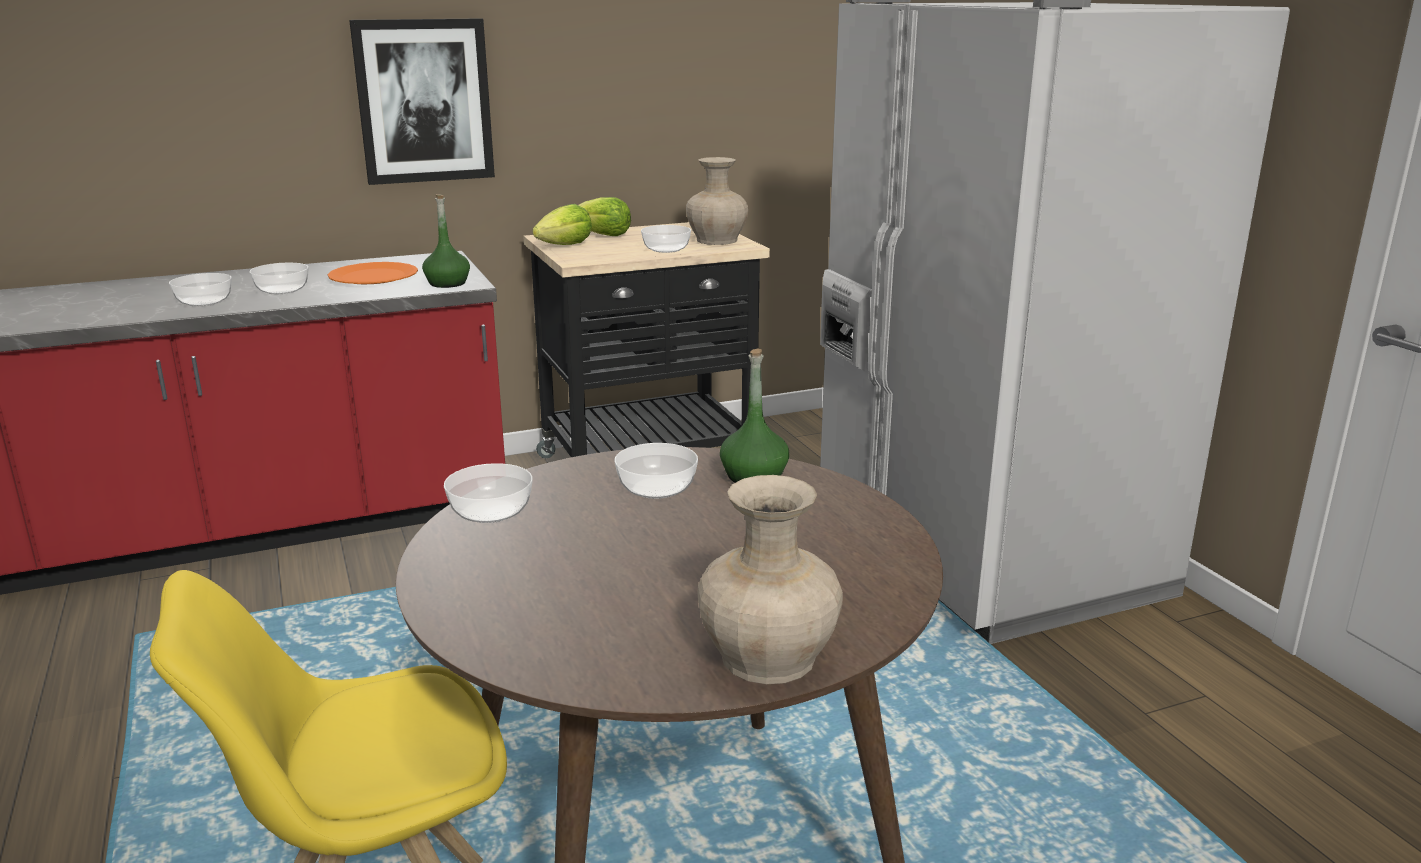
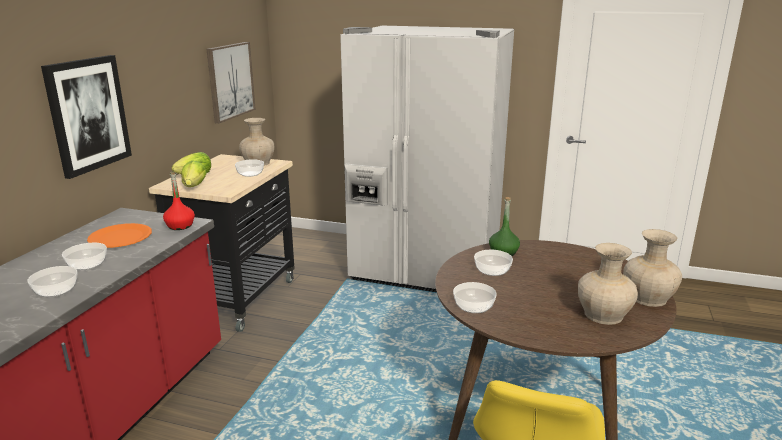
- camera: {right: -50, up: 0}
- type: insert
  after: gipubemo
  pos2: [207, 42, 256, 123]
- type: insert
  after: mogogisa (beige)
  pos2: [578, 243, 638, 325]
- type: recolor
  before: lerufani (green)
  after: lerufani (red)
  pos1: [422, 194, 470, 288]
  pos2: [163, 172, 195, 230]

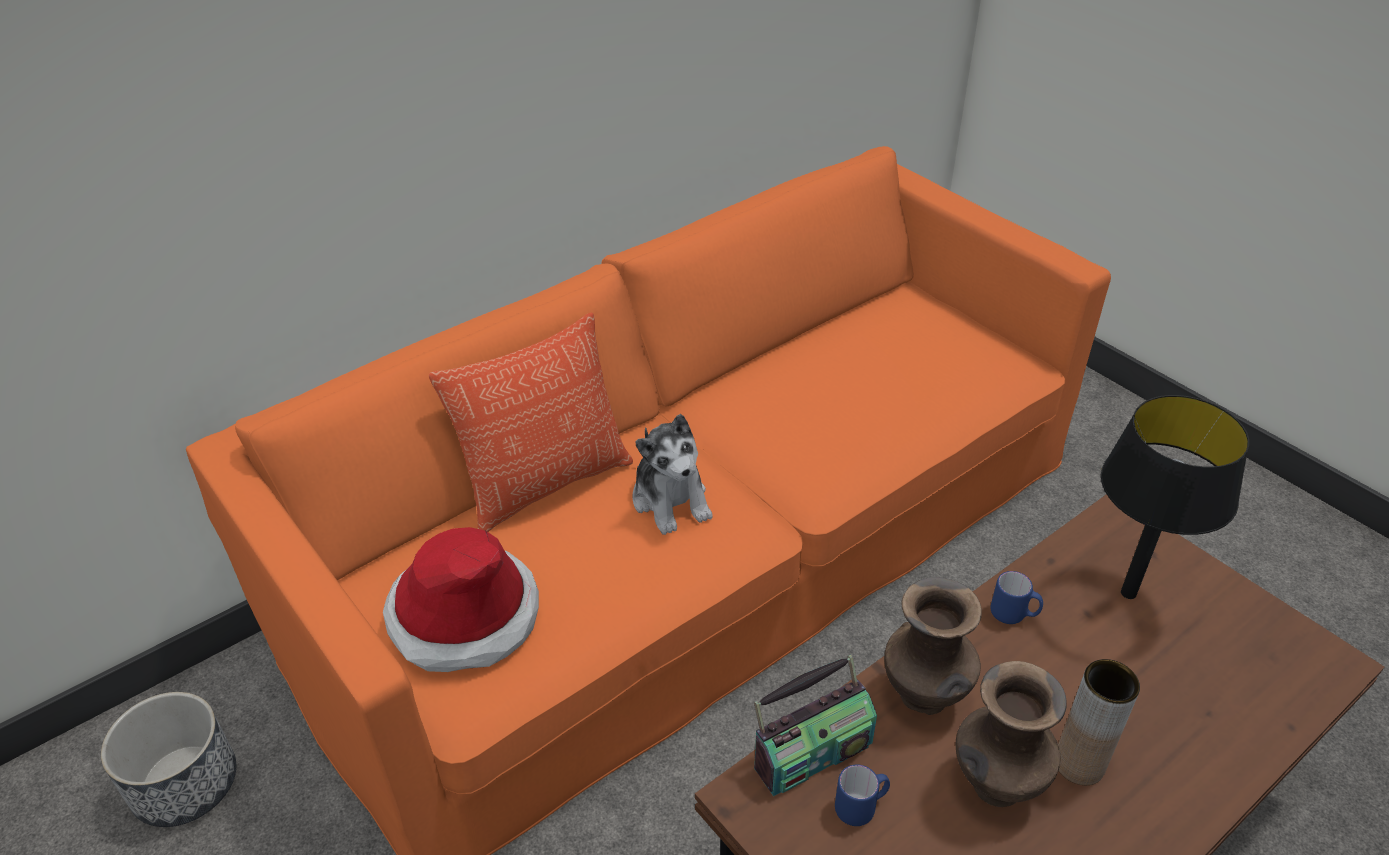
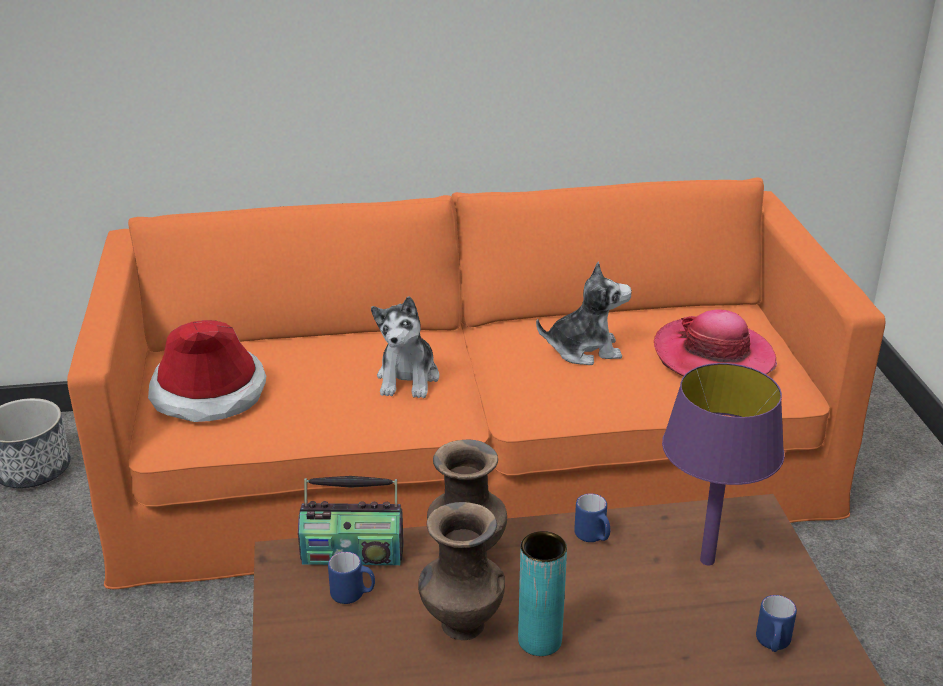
- camera: {right: 30, up: -10}
- type: delete
  before: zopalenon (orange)
  pos1: [429, 313, 633, 532]
- type: insert
  after: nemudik
  pos2: [536, 262, 632, 365]
- type: insert
  after: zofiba
  pos2: [654, 309, 777, 376]
- type: insert
  after: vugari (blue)
  pos2: [756, 595, 797, 652]
- type: recolor
  before: mogogisa (brown)
  after: mogogisa (turquoise)
  pos1: [1058, 659, 1140, 785]
  pos2: [518, 531, 567, 656]
- type: recolor
  before: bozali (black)
  after: bozali (purple)
  pos1: [1101, 395, 1249, 599]
  pos2: [662, 363, 784, 565]

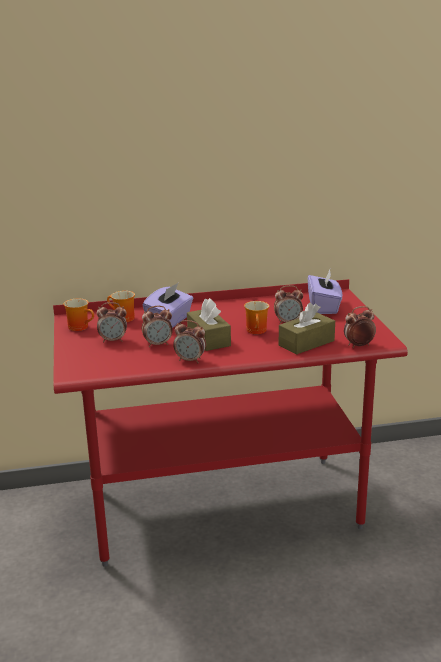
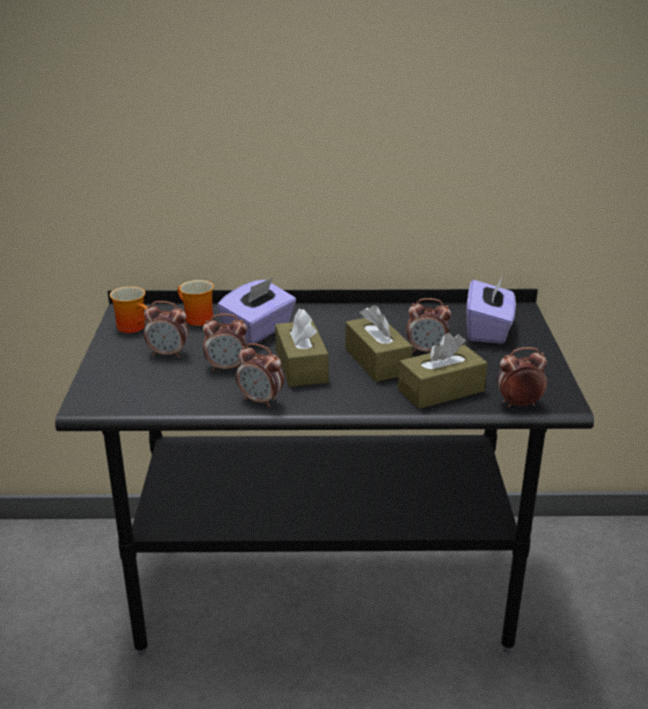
- camera: {right: 10, up: 5}
- type: replace
  before: vugari
  after: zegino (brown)
  pos1: [244, 301, 269, 334]
  pos2: [345, 305, 413, 382]
- type: recolor
  before: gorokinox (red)
  after: gorokinox (black)
  pos1: [53, 279, 408, 566]
  pos2: [55, 289, 594, 656]

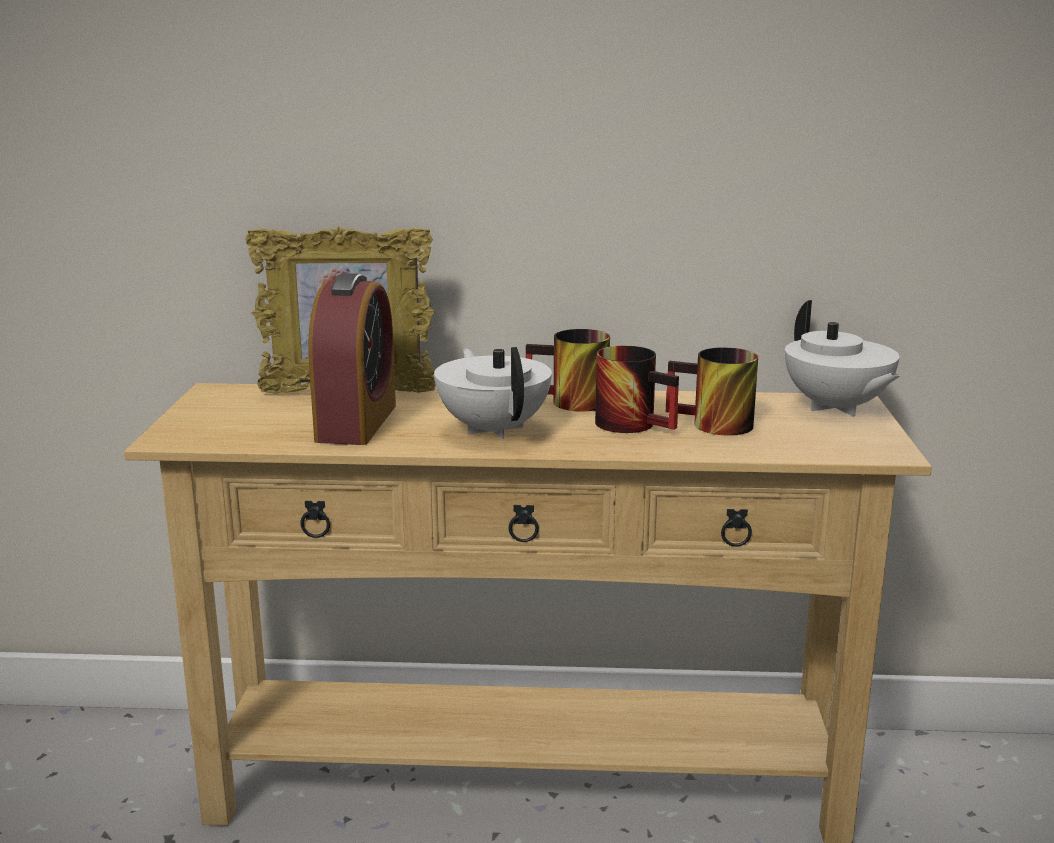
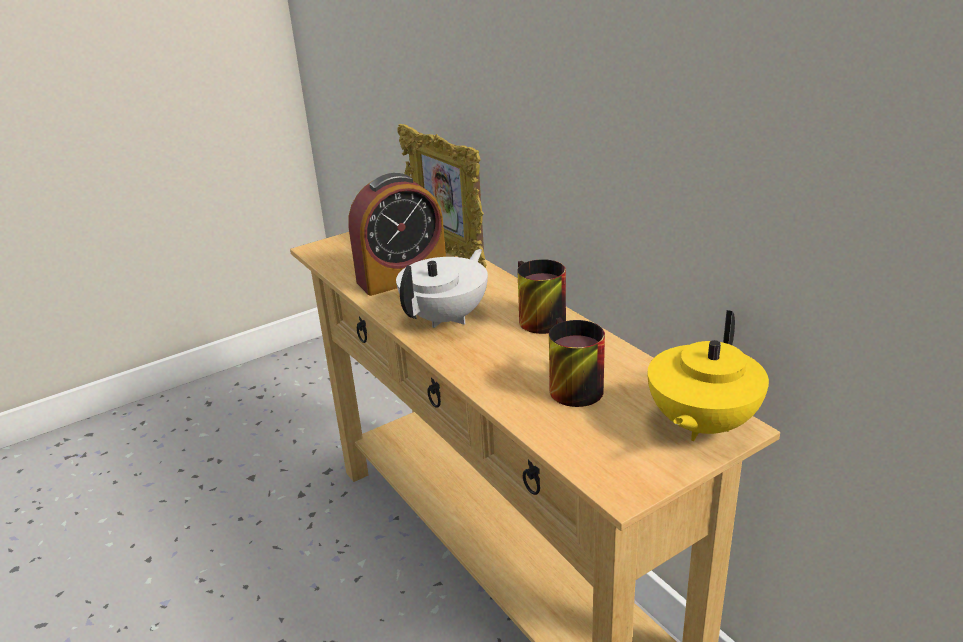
- camera: {right: 55, up: 10}
- type: delete
  before: vugari
  pos1: [595, 346, 679, 433]
- type: recolor
  before: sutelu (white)
  after: sutelu (yellow)
  pos1: [785, 300, 901, 417]
  pos2: [648, 310, 769, 441]

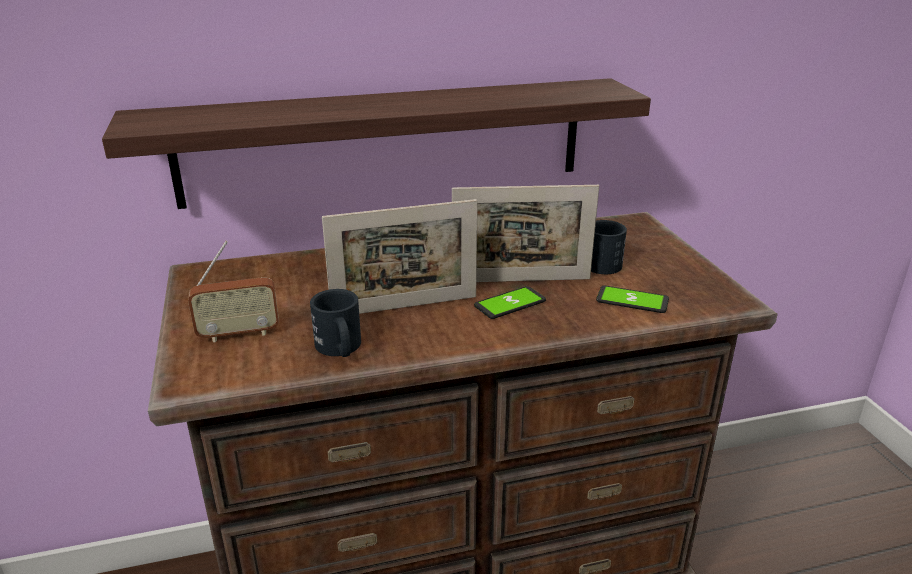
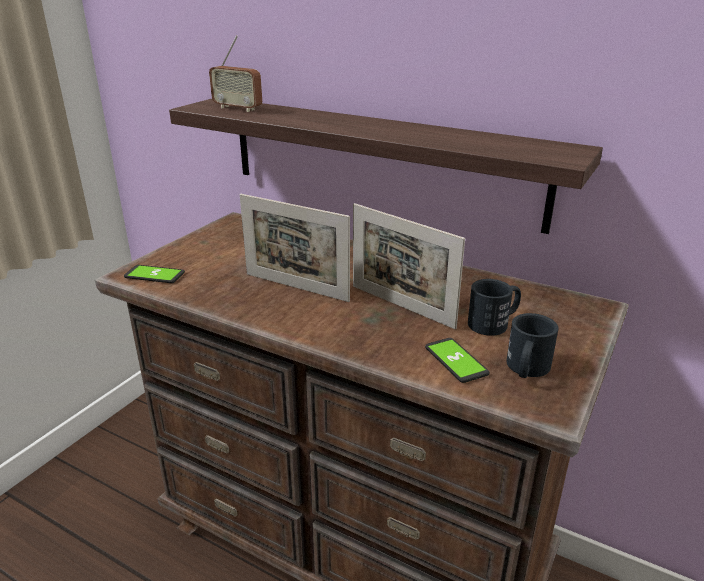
- camera: {right: 45, up: 0}
- type: move
  before: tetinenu
  pos1: [188, 241, 279, 342]
  pos2: [209, 35, 262, 112]
- type: move
  before: vugari (black)
  pos1: [310, 289, 361, 357]
  pos2: [506, 313, 559, 378]
- type: move
  before: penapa
  pos1: [474, 286, 546, 319]
  pos2: [124, 265, 185, 283]

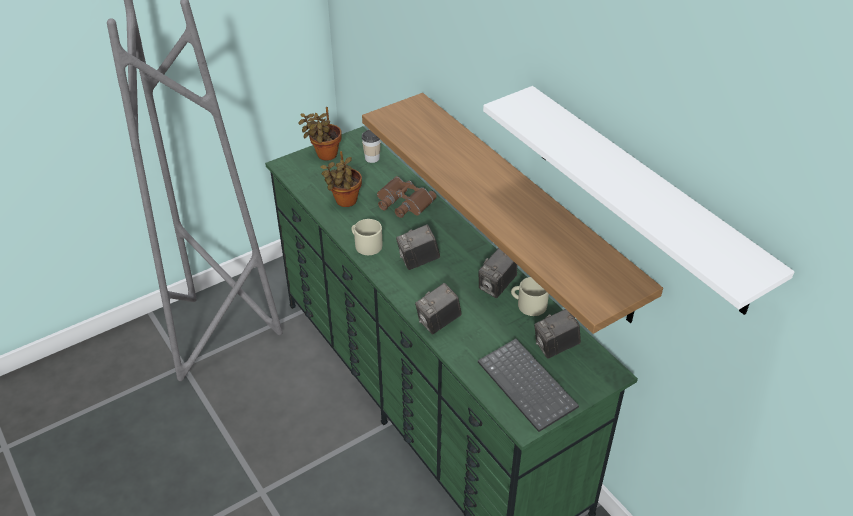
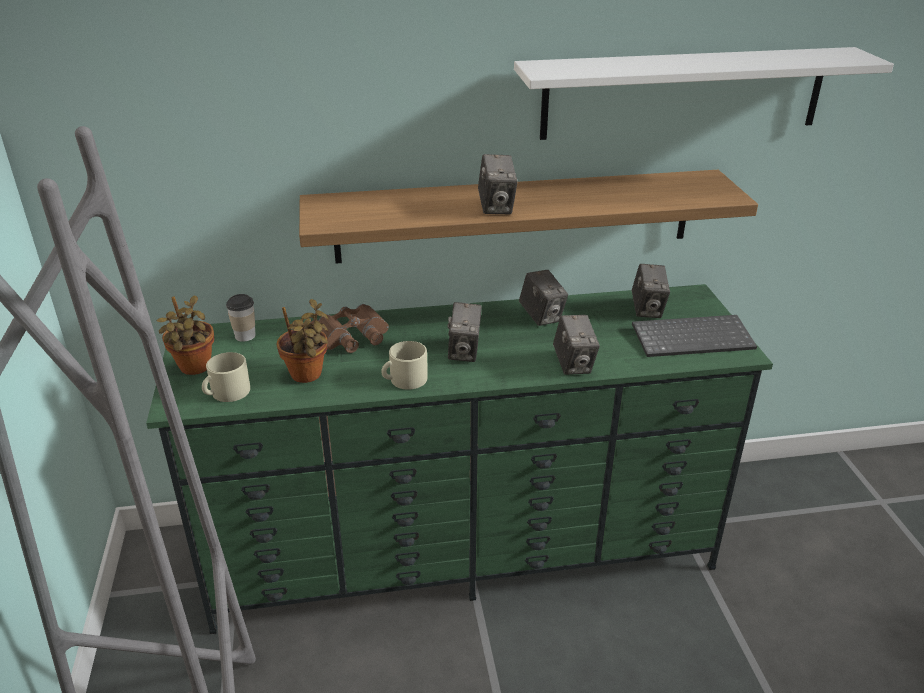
- camera: {right: -65, up: -10}
- type: insert
  after: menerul
  pos2: [478, 154, 518, 214]
- type: move
  before: vugari (beige)
  pos1: [511, 277, 549, 316]
  pos2: [202, 352, 250, 402]

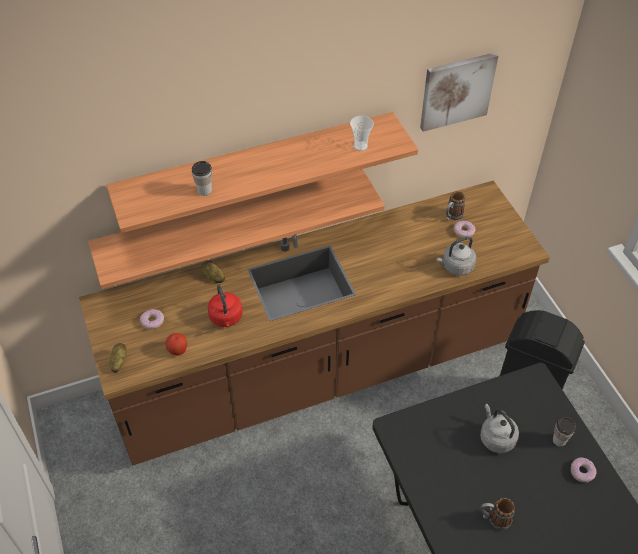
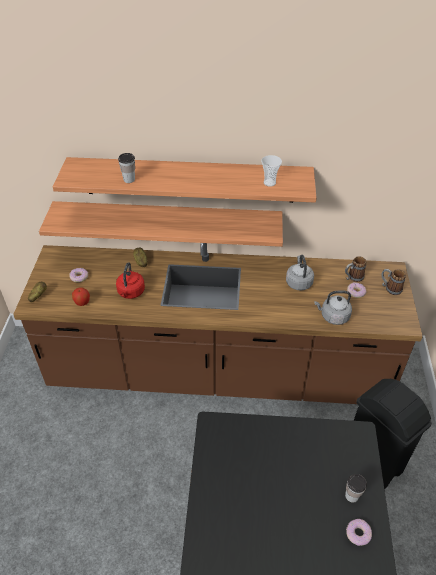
- camera: {right: 25, up: -5}
- type: delete
  before: gipubemo
  pos1: [420, 52, 498, 132]
- type: move
  before: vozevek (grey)
  pos1: [480, 404, 519, 453]
  pos2: [286, 255, 314, 290]
- type: move
  before: vugari
  pos1: [481, 498, 515, 530]
  pos2: [382, 269, 406, 295]

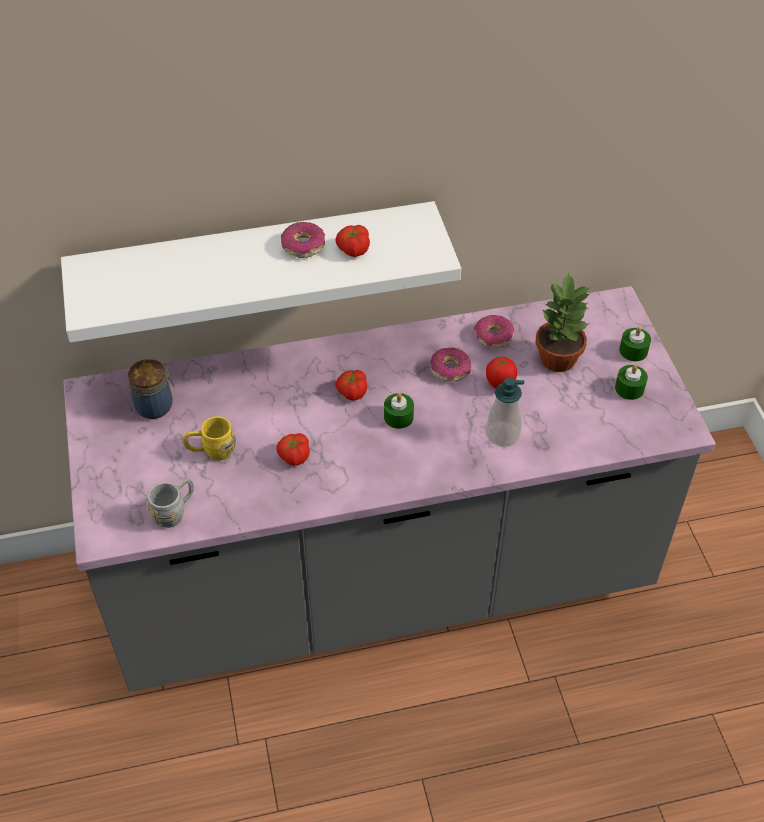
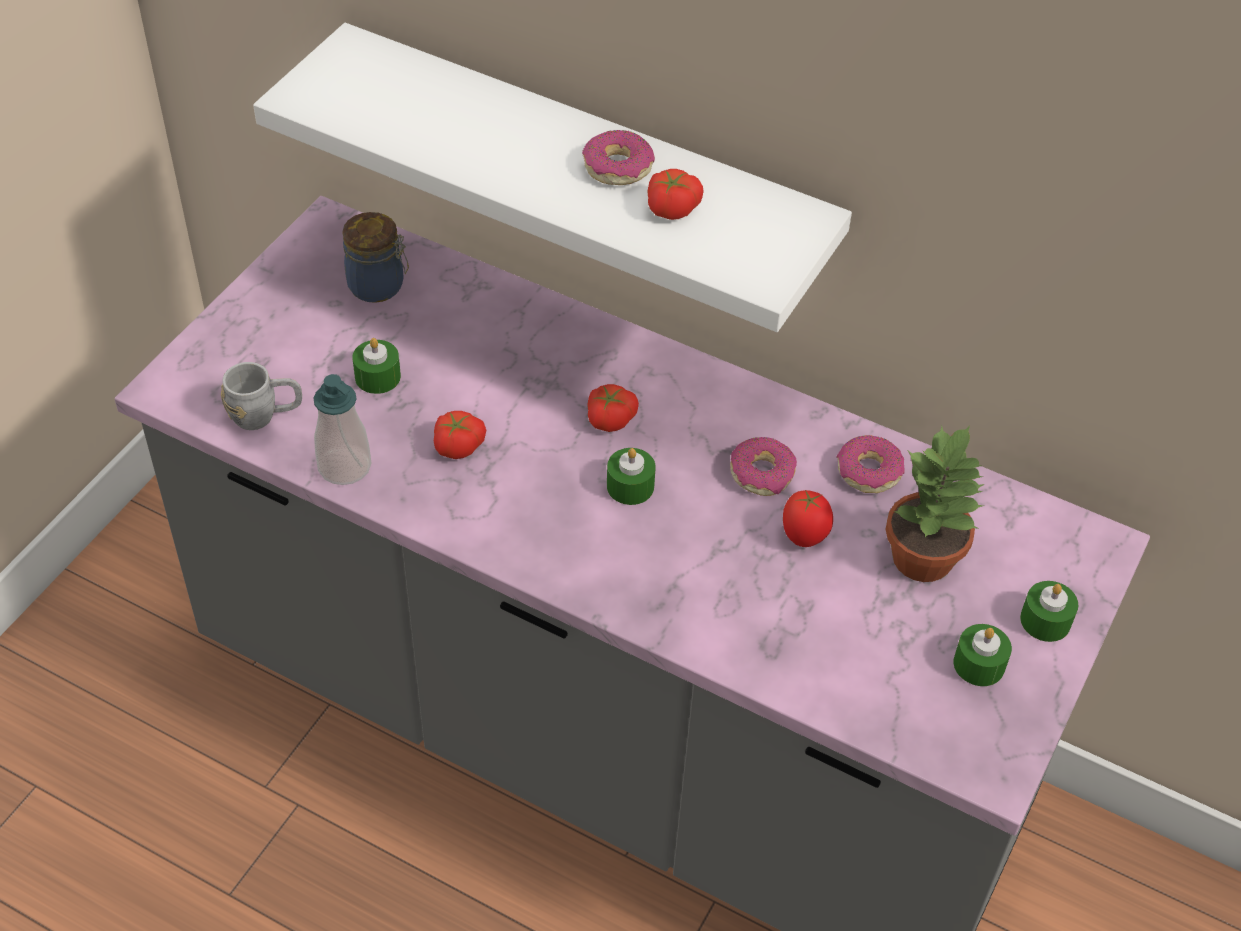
- camera: {right: 40, up: 0}
- type: move
  before: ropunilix
  pos1: [486, 377, 524, 447]
  pos2: [313, 374, 371, 485]
- type: replace
  before: vugari (yellow)
  after: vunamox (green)
  pos1: [183, 416, 236, 460]
  pos2: [352, 338, 401, 394]

